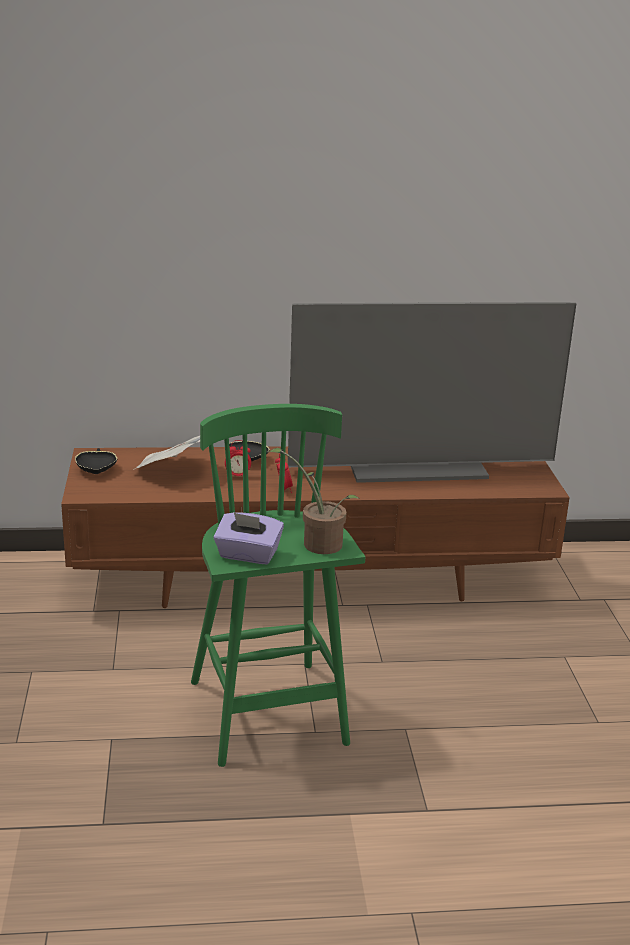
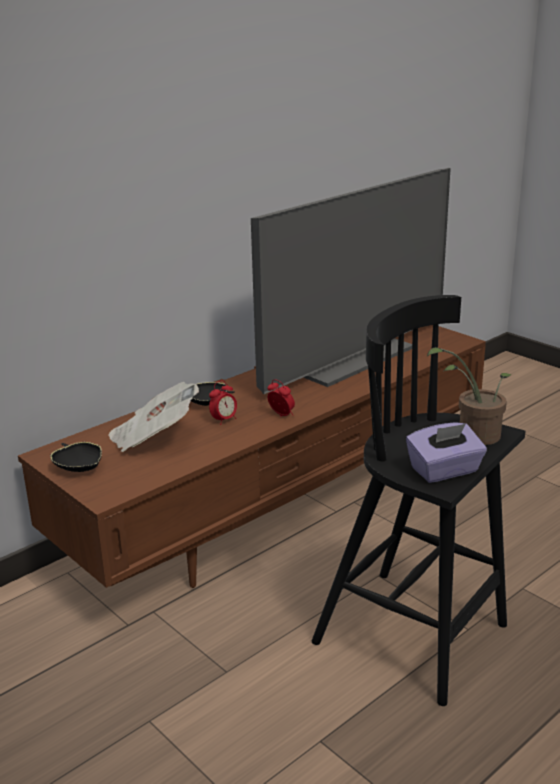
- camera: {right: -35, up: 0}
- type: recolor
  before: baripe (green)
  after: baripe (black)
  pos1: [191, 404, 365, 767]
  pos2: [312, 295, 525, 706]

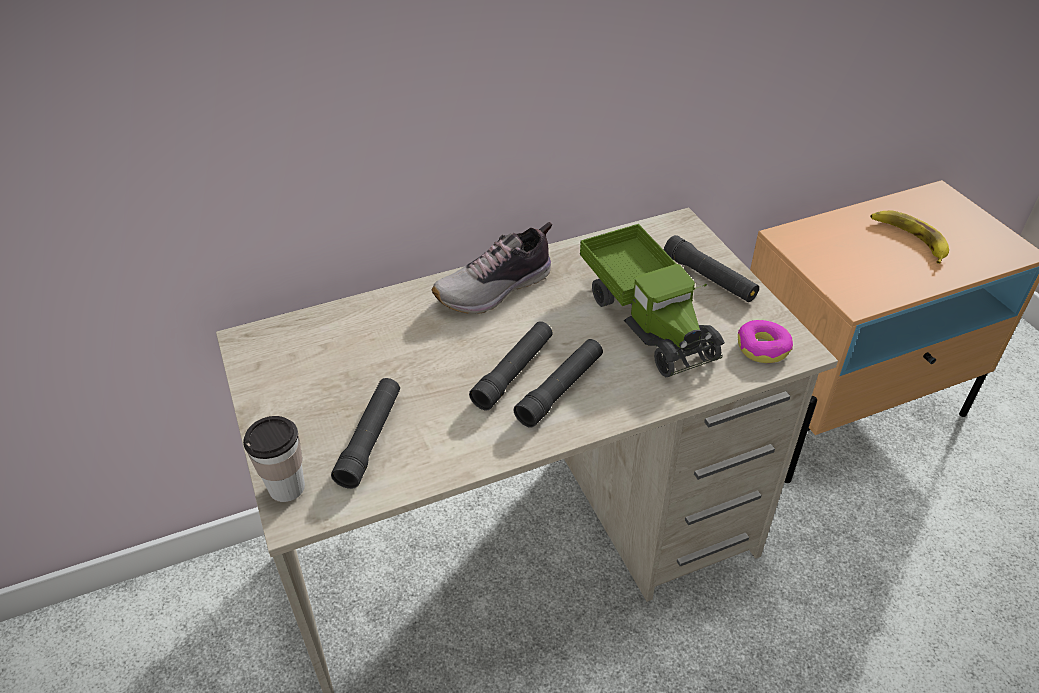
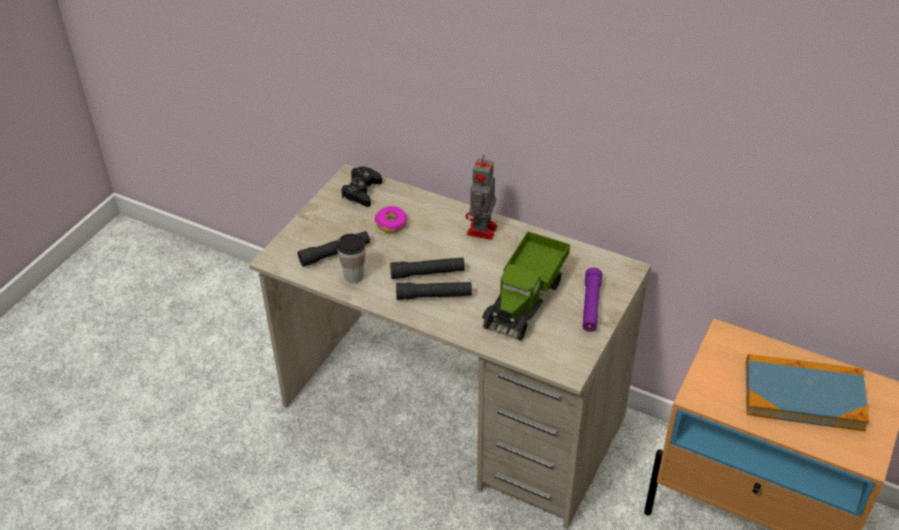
- camera: {right: 50, up: 0}
- type: insert
  after: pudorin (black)
  pos2: [341, 167, 382, 207]
- type: move
  before: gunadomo
  pos1: [243, 416, 305, 502]
  pos2: [337, 234, 366, 283]
- type: move
  before: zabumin
  pos1: [738, 320, 793, 363]
  pos2: [375, 206, 407, 233]
- type: replace
  before: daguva
  after: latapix
  pos1: [432, 222, 552, 314]
  pos2: [466, 154, 497, 240]
- type: replace
  before: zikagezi
  after: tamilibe
  pos1: [870, 210, 949, 264]
  pos2: [746, 354, 869, 431]
- type: recolor
  before: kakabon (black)
  after: kakabon (purple)
  pos1: [664, 235, 759, 302]
  pos2: [583, 267, 602, 332]

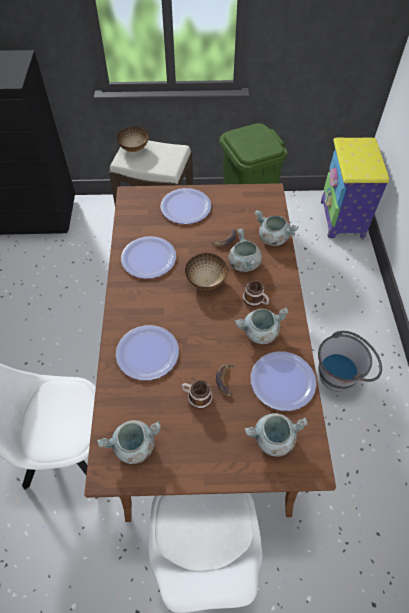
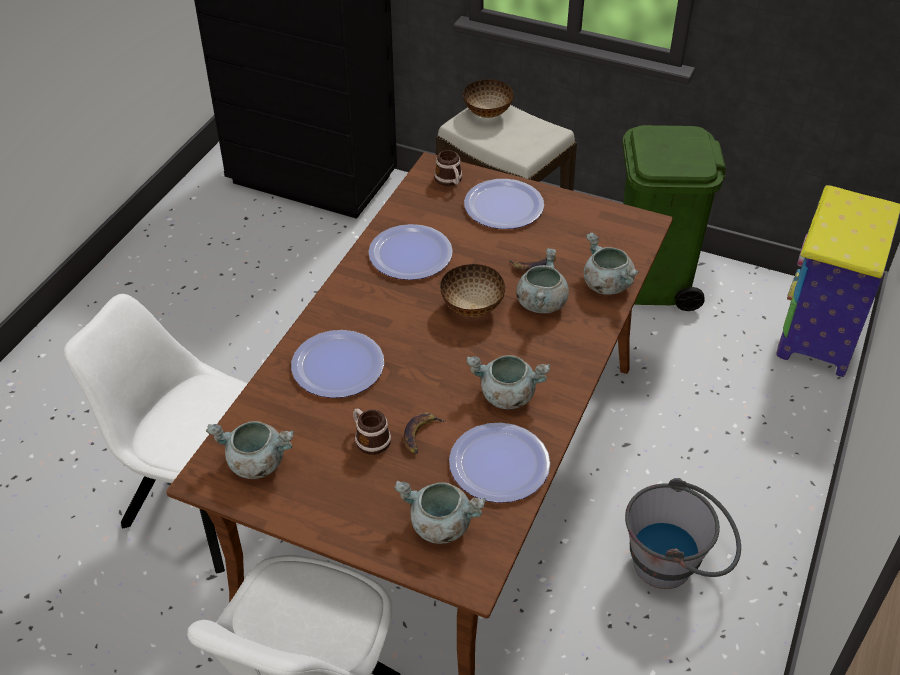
- camera: {right: 25, up: -10}
- type: move
  before: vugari
  pos1: [243, 281, 269, 307]
  pos2: [434, 150, 462, 186]

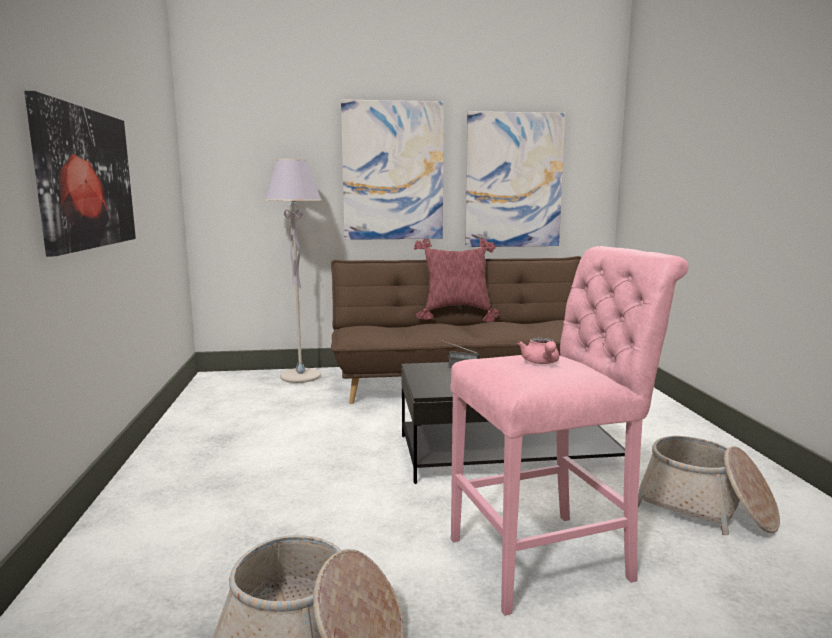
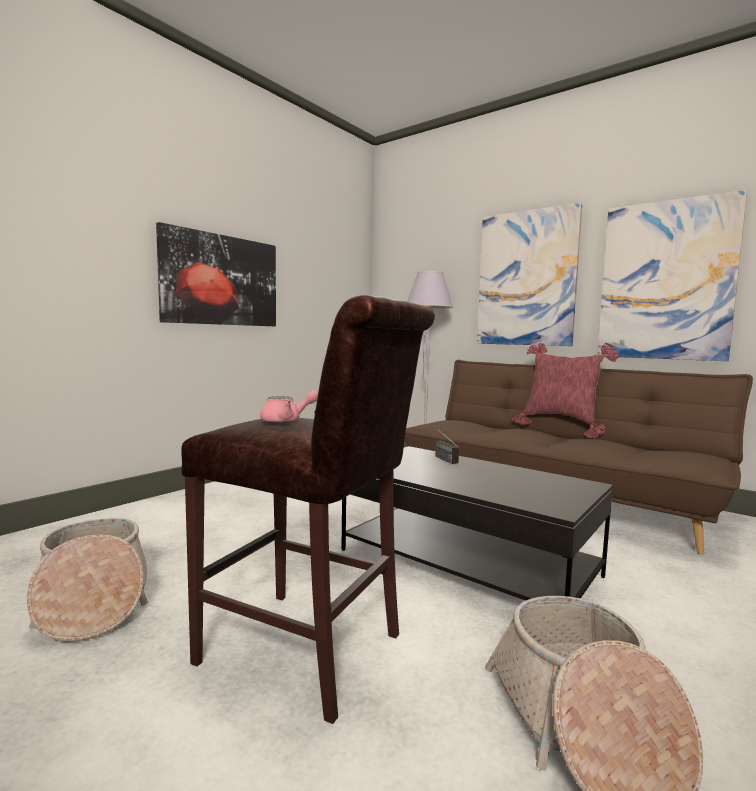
- camera: {right: 45, up: -5}
- type: recolor
  before: baripe (pink)
  after: baripe (brown)
  pos1: [450, 246, 688, 616]
  pos2: [181, 295, 435, 724]
- type: rotate
  before: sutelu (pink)
  pos1: [517, 337, 559, 364]
  pos2: [260, 390, 318, 423]
  turn: -150

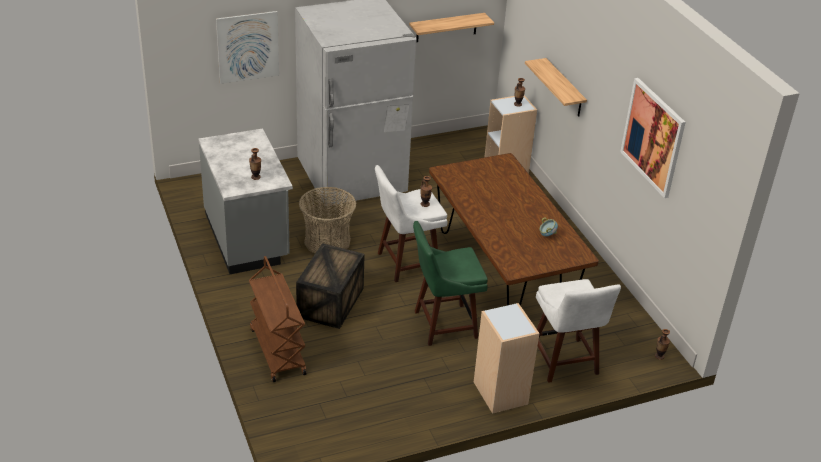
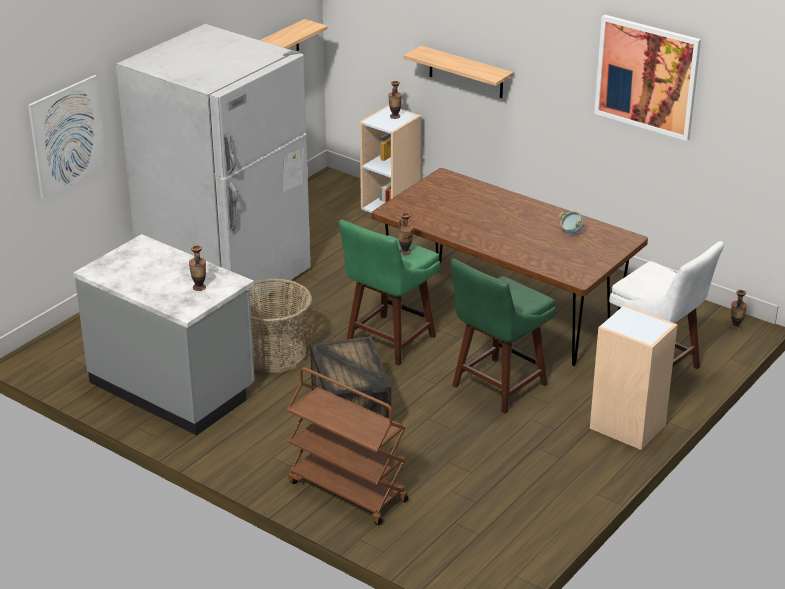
- camera: {right: -30, up: -5}
- type: recolor
  before: baripe (white)
  after: baripe (green)
  pos1: [375, 165, 447, 282]
  pos2: [339, 219, 440, 365]

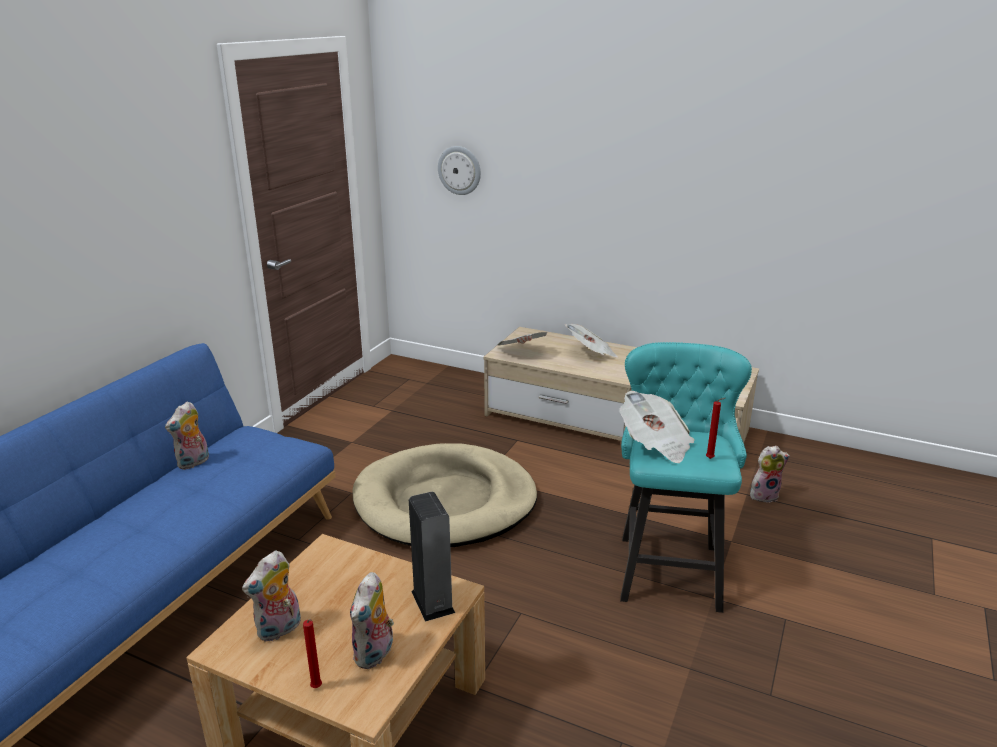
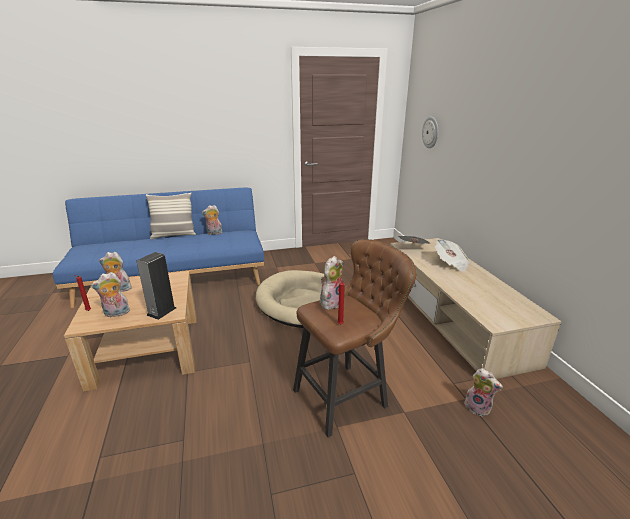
- camera: {right: 50, up: 0}
- type: insert
  after: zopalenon
  pos2: [146, 193, 196, 239]
- type: replace
  before: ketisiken
  after: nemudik
  pos1: [619, 391, 695, 463]
  pos2: [321, 256, 343, 310]
- type: recolor
  before: baripe (turquoise)
  after: baripe (brown)
  pos1: [620, 342, 752, 613]
  pos2: [293, 239, 416, 438]

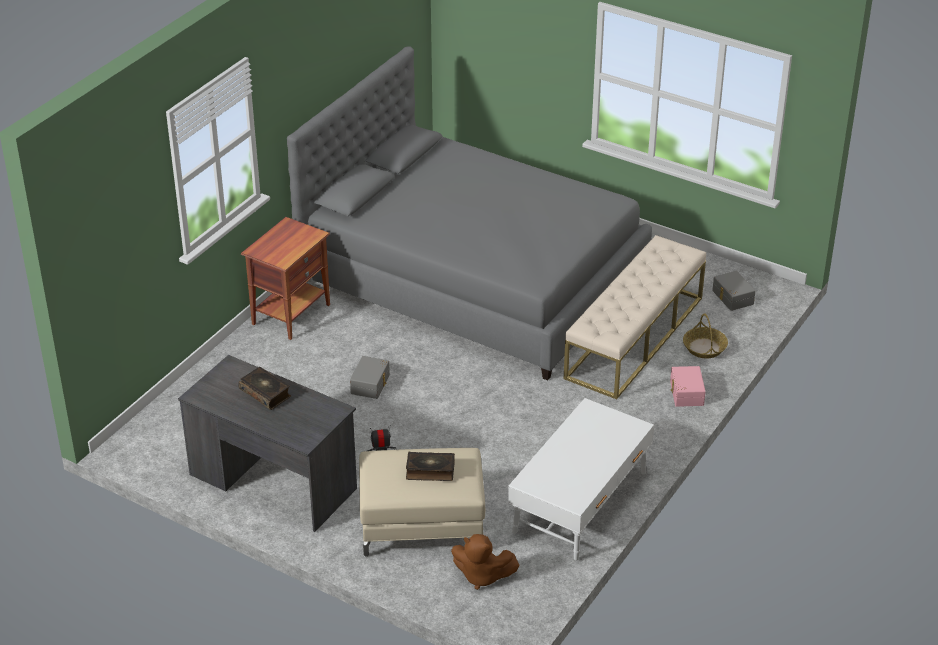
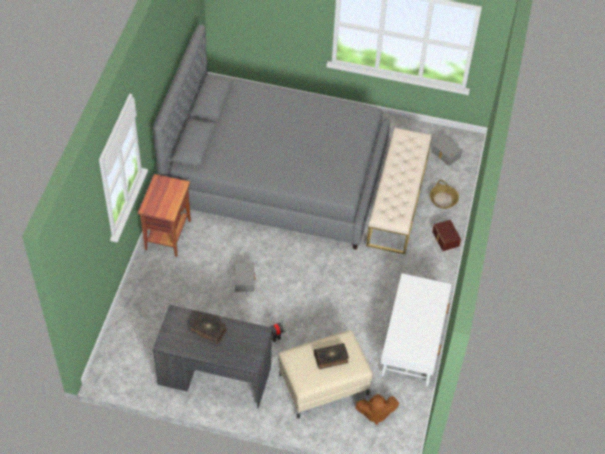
- camera: {right: -20, up: 15}
- type: recolor
  before: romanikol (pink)
  after: romanikol (brown)
  pos1: [670, 366, 706, 407]
  pos2: [432, 220, 461, 251]

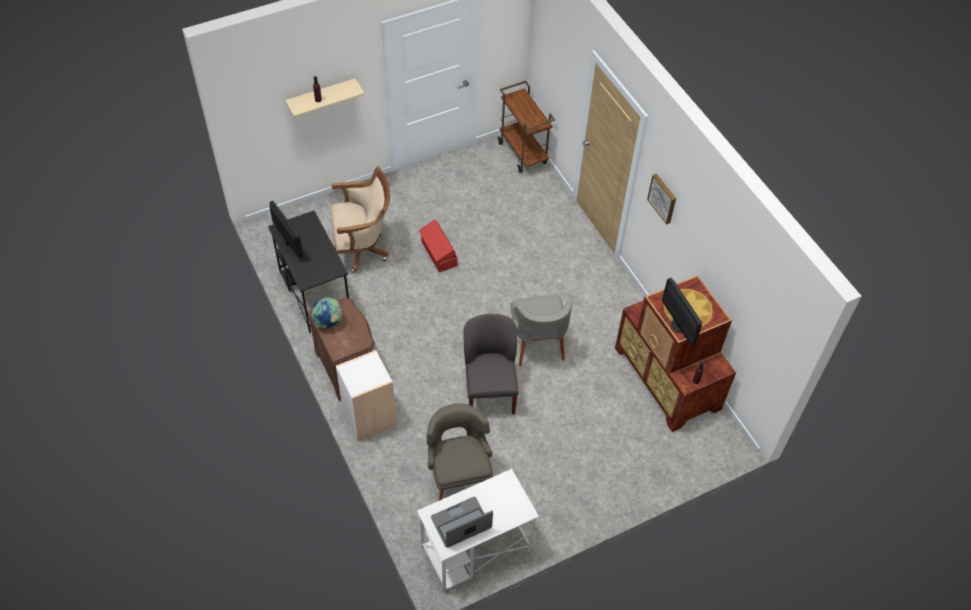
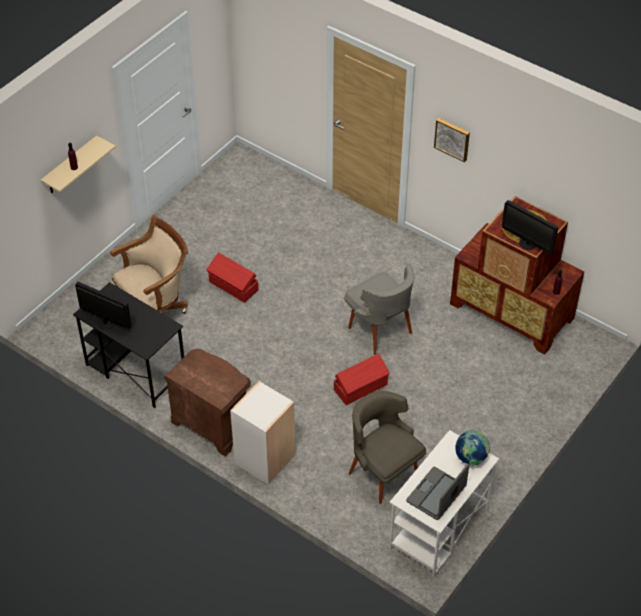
- camera: {right: -25, up: -5}
- type: delete
  before: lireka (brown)
  pos1: [497, 81, 555, 173]
- type: move
  before: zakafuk
  pos1: [312, 297, 342, 328]
  pos2: [455, 430, 490, 466]
- type: replace
  before: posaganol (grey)
  after: romanikol (red)
  pos1: [463, 314, 519, 415]
  pos2: [334, 354, 390, 405]

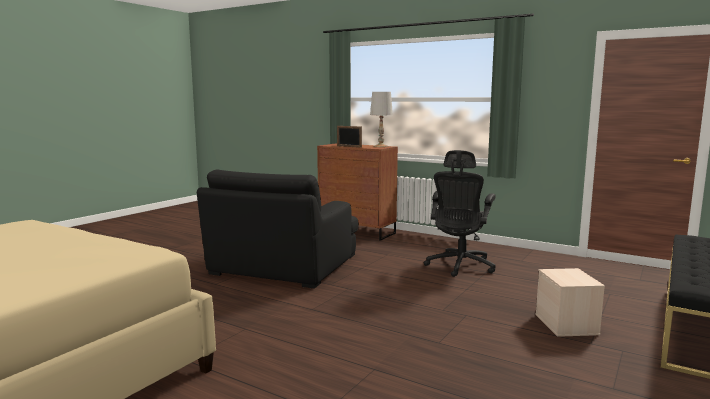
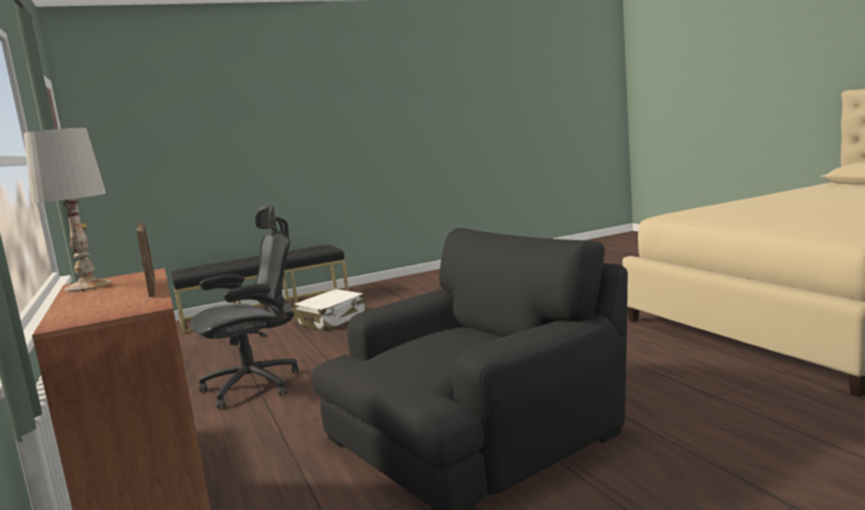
- camera: {right: -145, up: 0}
- type: replace
  before: romanikol (beige)
  after: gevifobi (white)
  pos1: [535, 268, 605, 337]
  pos2: [293, 289, 366, 331]

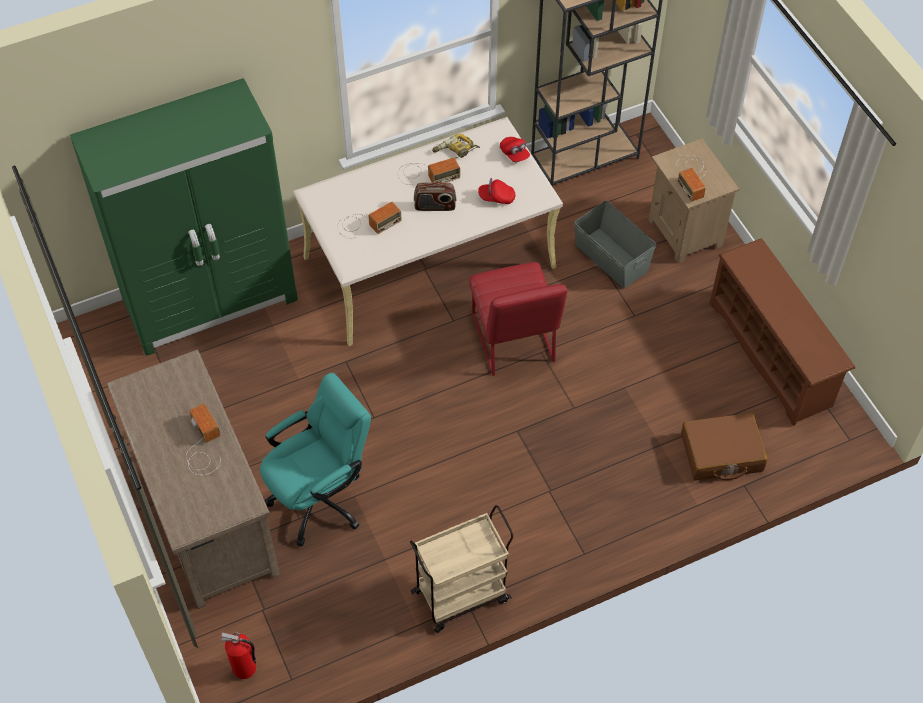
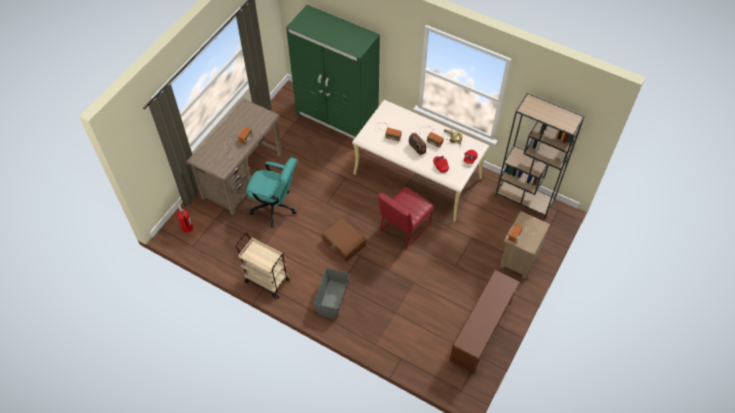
- camera: {right: 55, up: 0}
- type: move
  before: romanikol (grey)
  pos1: [574, 200, 656, 288]
  pos2: [314, 268, 350, 319]
- type: move
  before: gevifobi (brown)
  pos1: [681, 412, 767, 481]
  pos2: [322, 218, 366, 262]

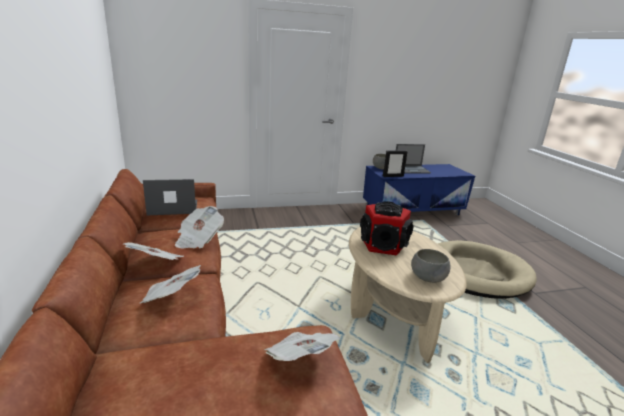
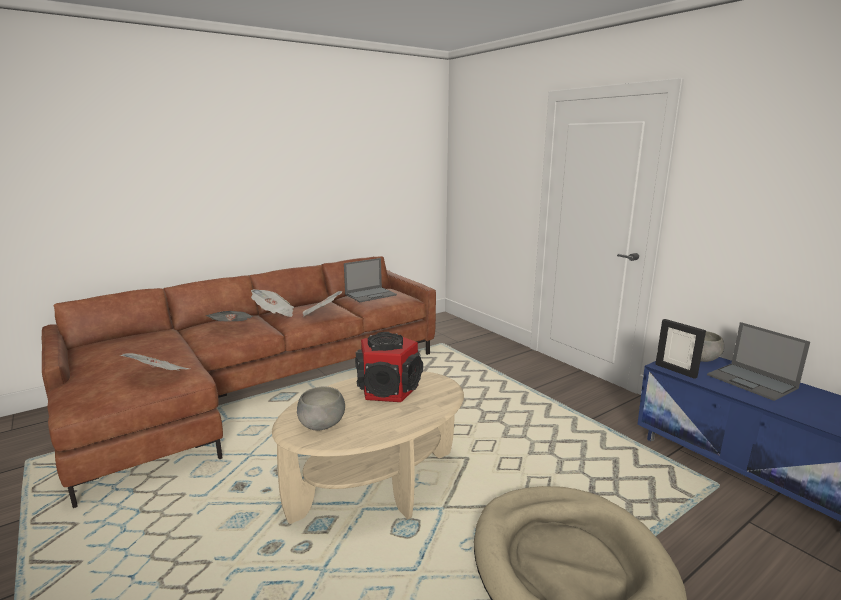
- camera: {right: 70, up: -5}
- type: rotate
  before: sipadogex
  pos1: [143, 179, 197, 215]
  pos2: [344, 258, 397, 302]
  turn: 90

